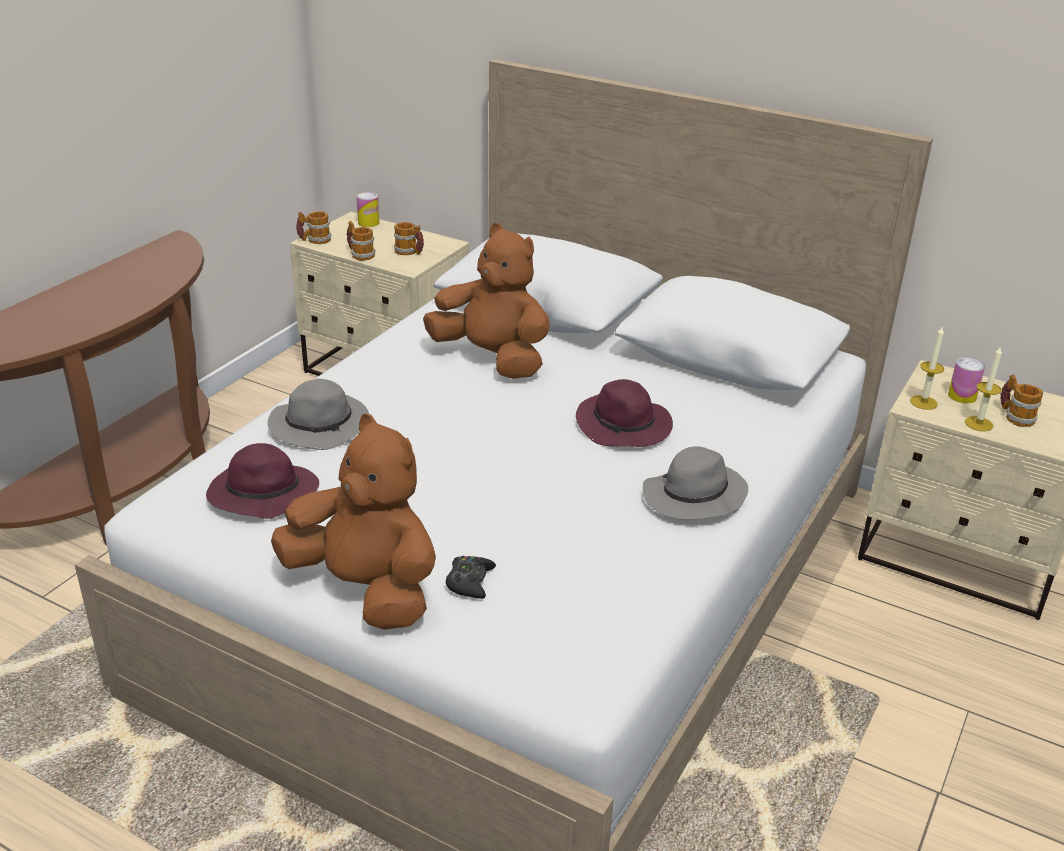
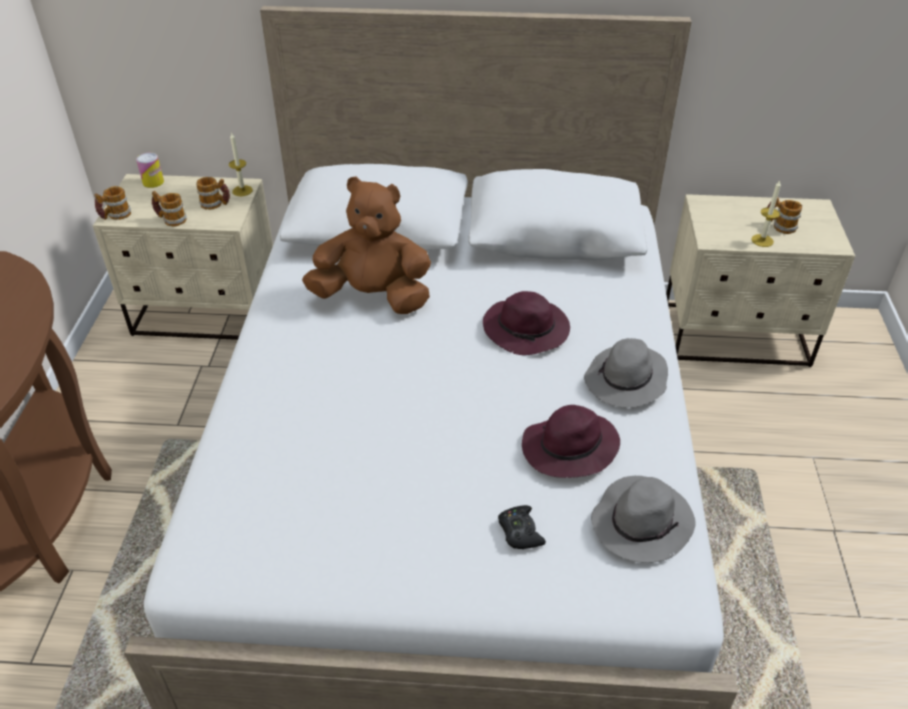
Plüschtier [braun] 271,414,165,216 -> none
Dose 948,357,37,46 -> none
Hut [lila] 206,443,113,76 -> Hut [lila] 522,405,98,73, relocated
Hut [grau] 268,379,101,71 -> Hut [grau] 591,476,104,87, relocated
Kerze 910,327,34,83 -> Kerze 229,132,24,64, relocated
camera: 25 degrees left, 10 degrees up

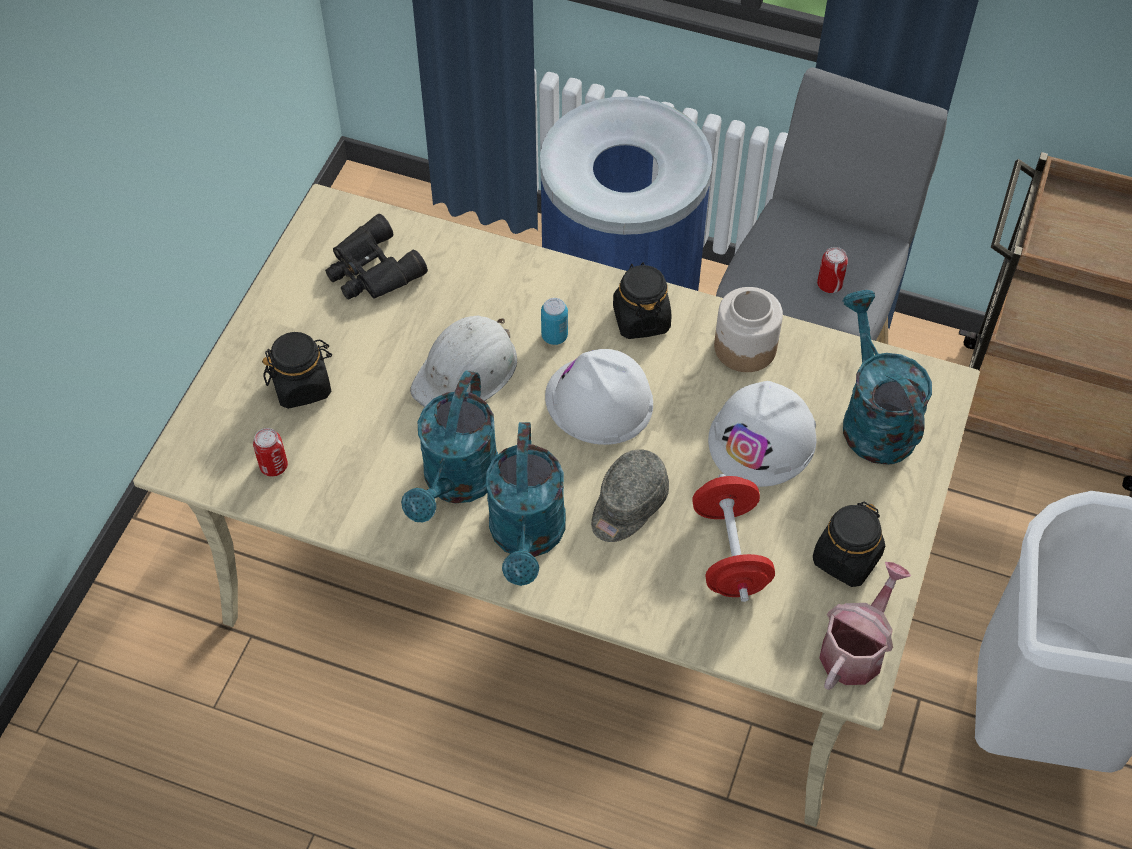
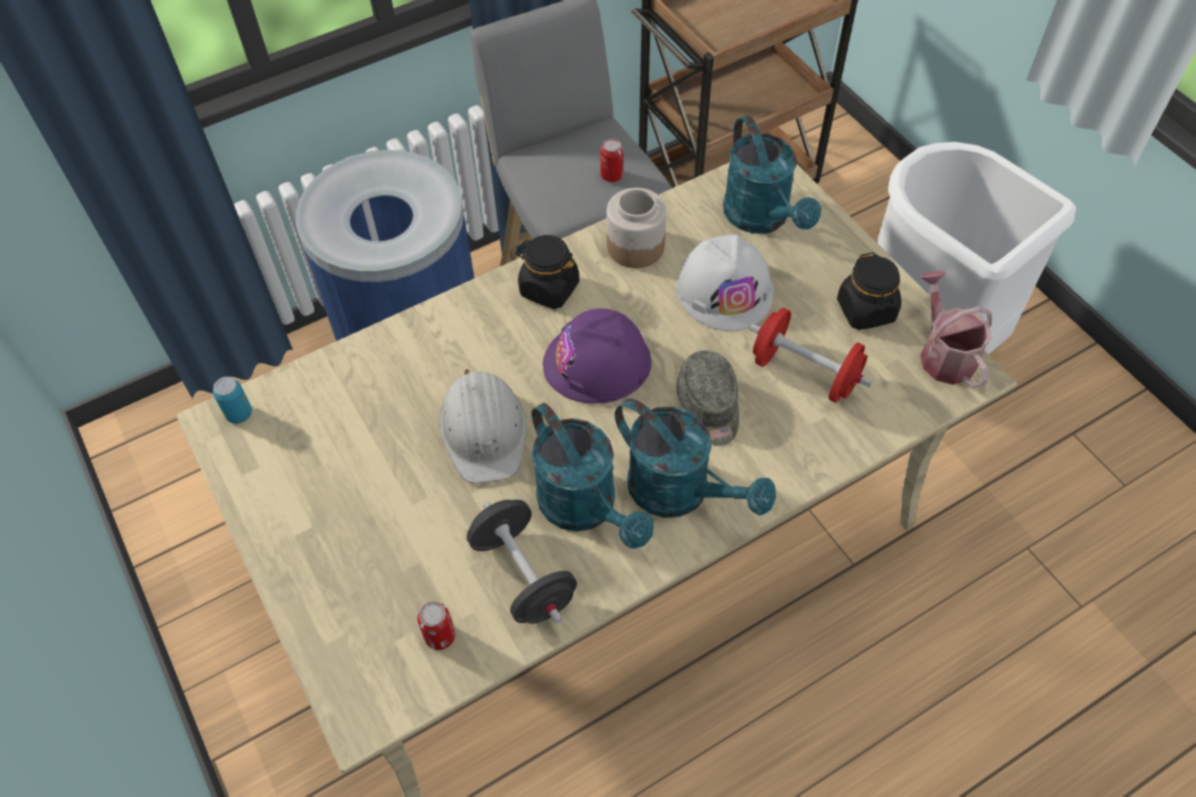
Vorratsglas [schwarz] 262,332,70,77 -> none
Fernglas [schwarz] 325,214,103,85 -> none
none -> Hantel [schwarz] 467,500,110,124
Dose 541,298,27,47 -> Dose 213,377,39,47, relocated
Schutzhelm [weiß] 545,349,108,96 -> Schutzhelm [lila] 543,308,109,96
Gießkanne [türkis] 842,290,90,175 -> Gießkanne [türkis] 723,116,98,118, 135 degrees counterclockwise
camera: 50 degrees left, 0 degrees up

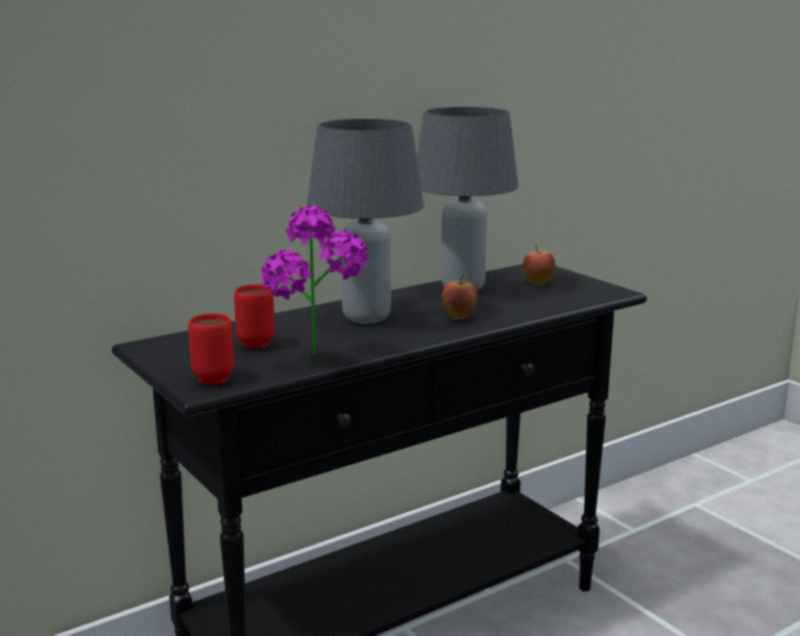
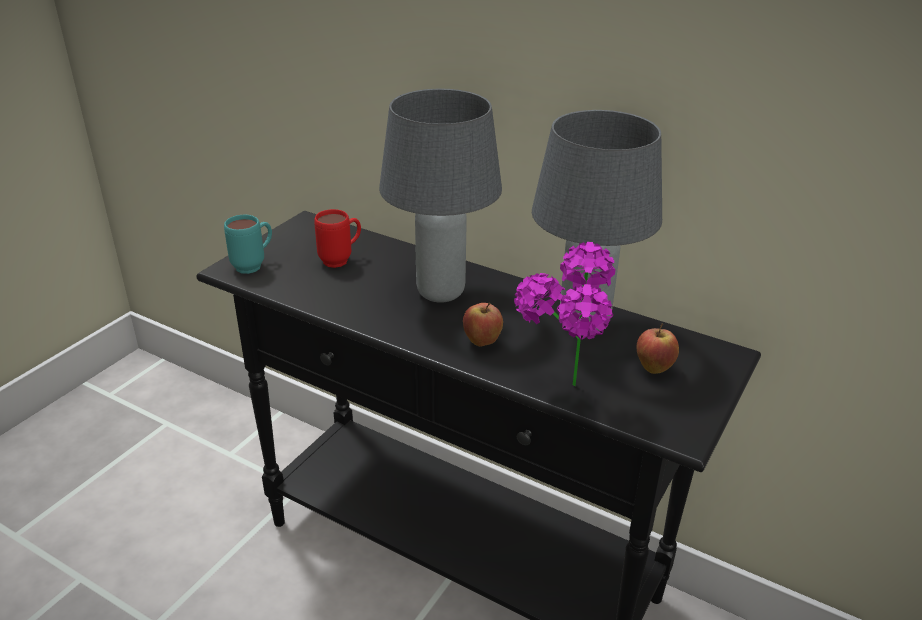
Topfpflanze 261,206,107,149 -> Topfpflanze 514,242,102,144, relocated
Henkelbecher [rot] 188,313,46,72 -> Henkelbecher [türkis] 224,215,48,59
camera: 65 degrees right, 15 degrees up

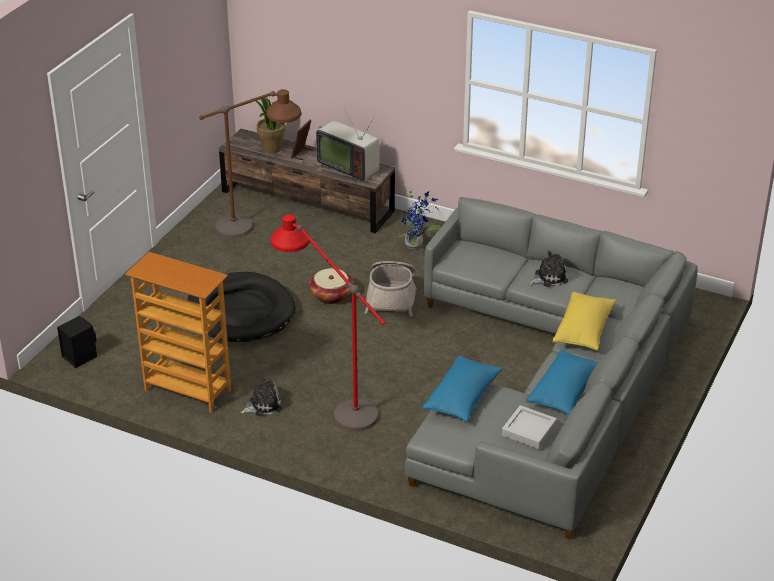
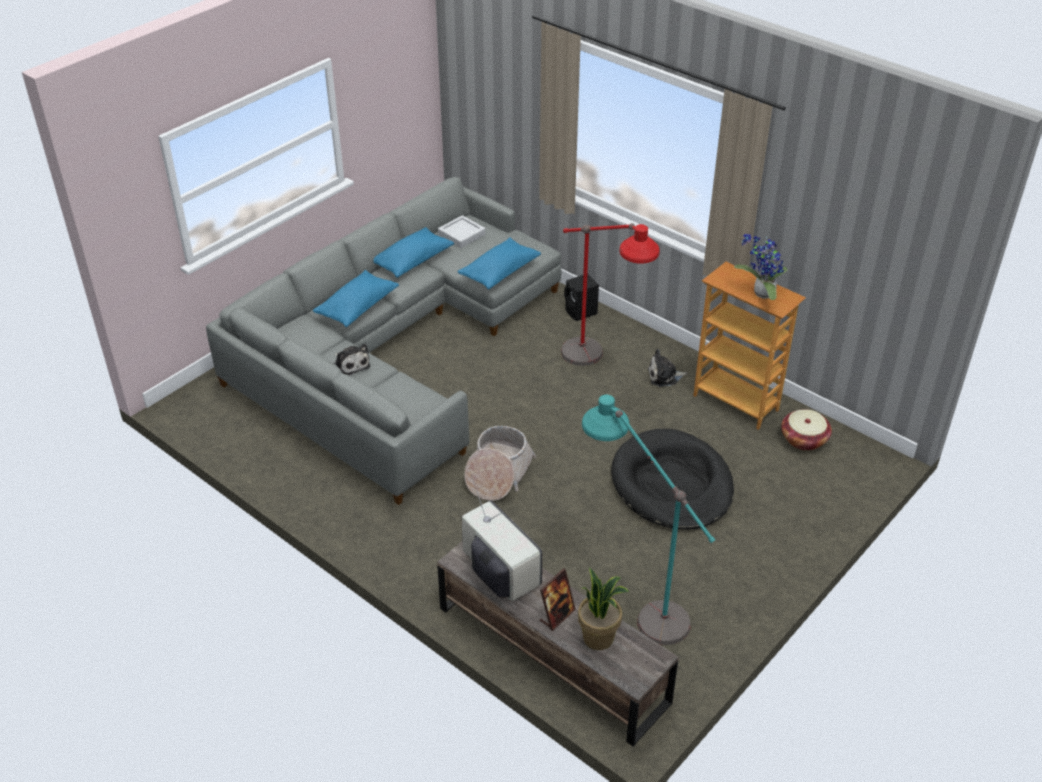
Lautsprecher [schwarz] 57,316,40,52 -> Lautsprecher [schwarz] 564,274,35,47, relocated
Korb 309,268,45,36 -> Korb 781,409,51,42, relocated
Topfpflanze 399,191,42,59 -> Topfpflanze 734,234,54,66, relocated
Stehlampe [braun] 199,89,102,149 -> Stehlampe [türkis] 582,395,133,250
Kissen [gelb] 553,292,63,58 -> Kissen [blau] 313,270,86,57
Plüschtier 529,251,39,36 -> Plüschtier 333,344,37,32, 120 degrees counterclockwise
camera: 165 degrees left, 5 degrees up

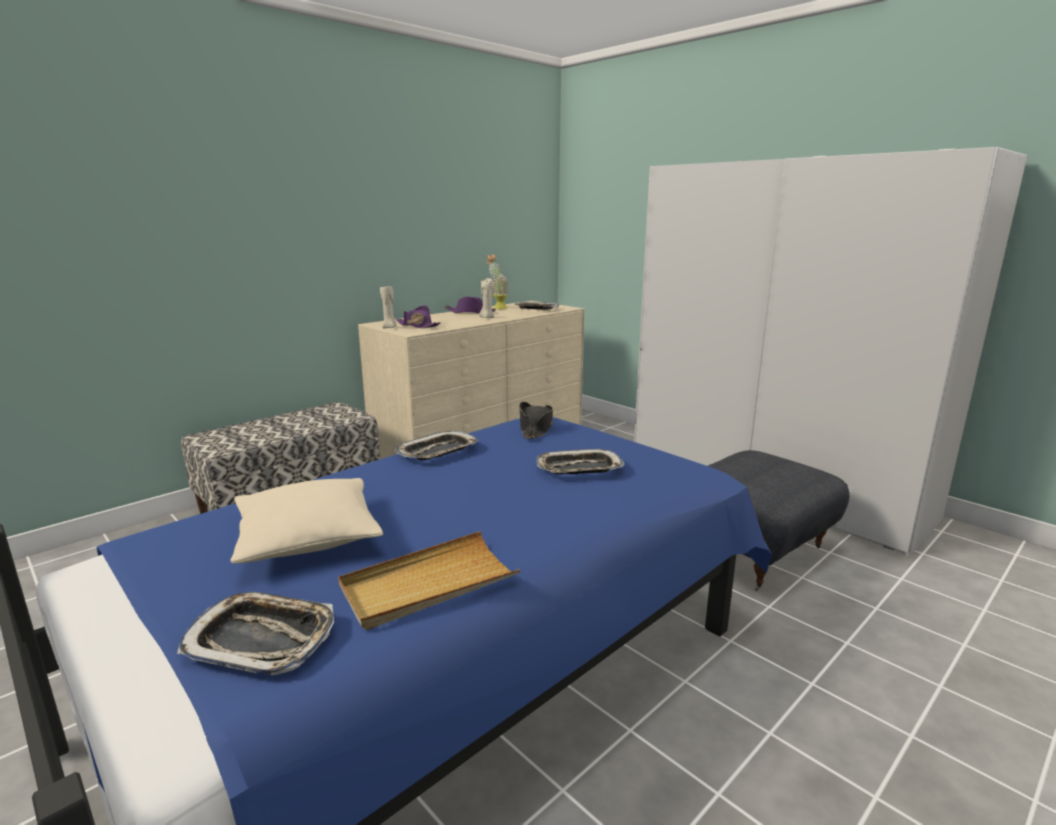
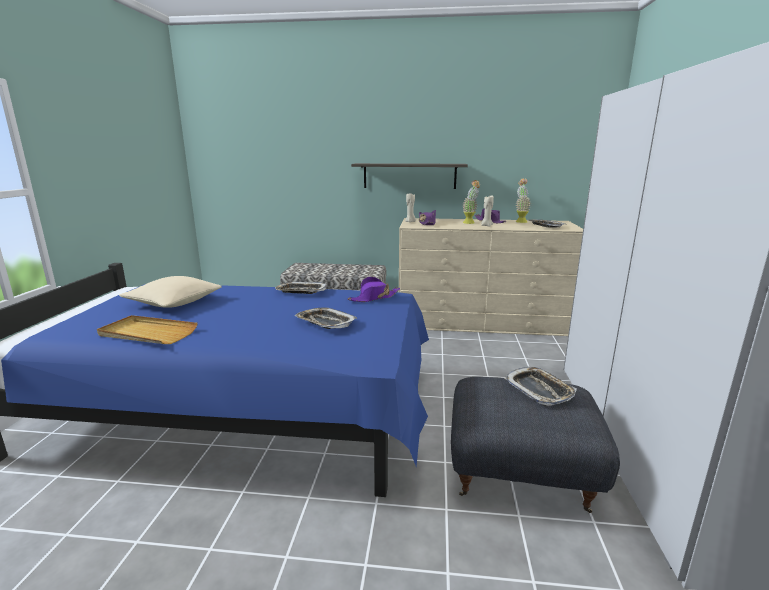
none -> Wandregal 351,163,117,26
none -> Topfpflanze 463,180,17,44
Tablett 177,592,157,83 -> Tablett 505,367,72,39, relocated
Hut [schwarz] 519,402,34,37 -> Hut [lila] 347,277,53,25
camera: 50 degrees right, 0 degrees up

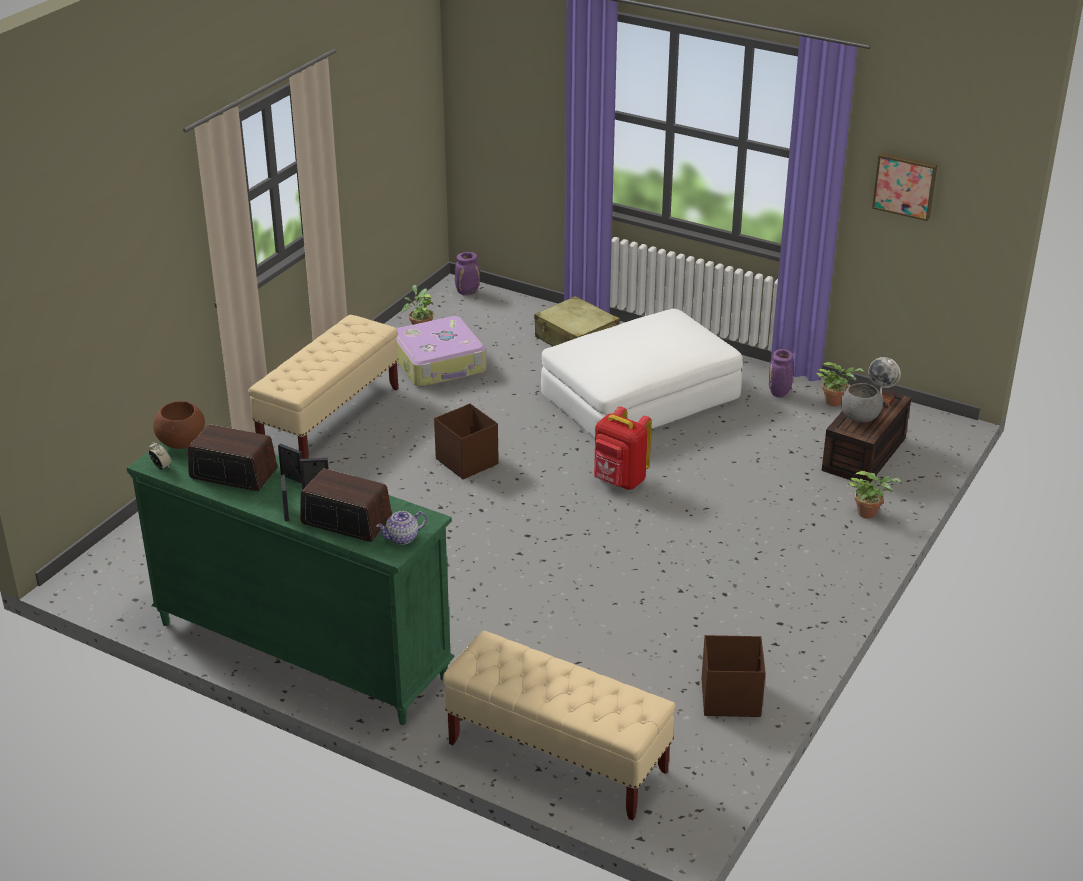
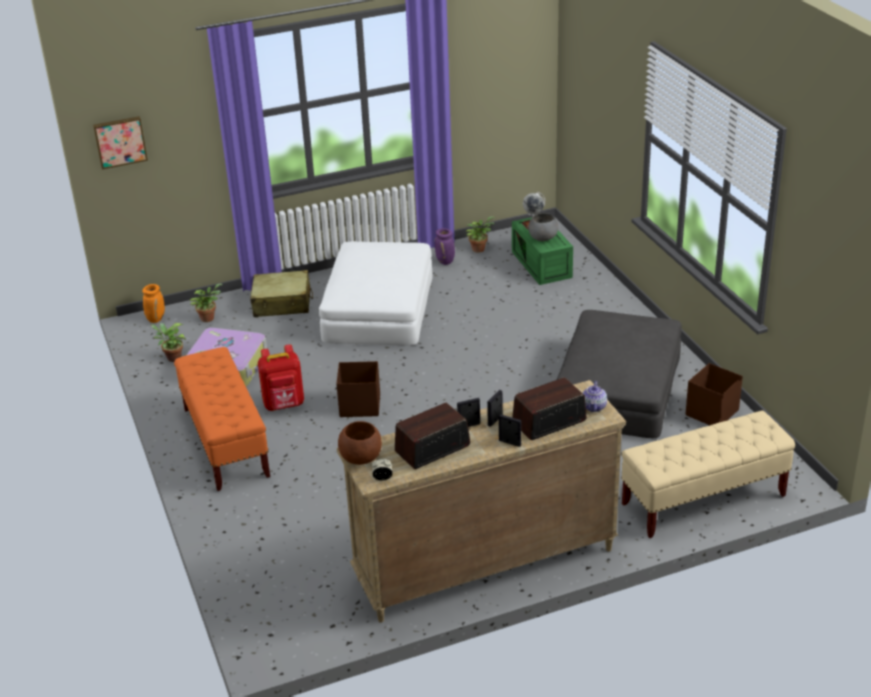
none -> Polsterhocker [grau] 557,310,125,128
Rucksack [rot] 594,406,58,84 -> Rucksack [rot] 258,344,46,67, relocated
Topfpflanze 848,471,54,48 -> Topfpflanze 190,283,33,39, relocated
Bild 872,153,65,68 -> Bild 93,116,55,54, relocated
Kommode [grün] 127,442,328,283 -> Kommode [beige] 337,380,289,243
Bank [beige] 248,315,150,144 -> Bank [orange] 174,347,96,144
Vase [lila] 455,252,25,43 -> Vase [orange] 142,284,23,39
Aufbewahrungsbox [braun] 822,387,89,96 -> Aufbewahrungsbox [grün] 512,217,61,68
camera: 50 degrees left, 0 degrees up

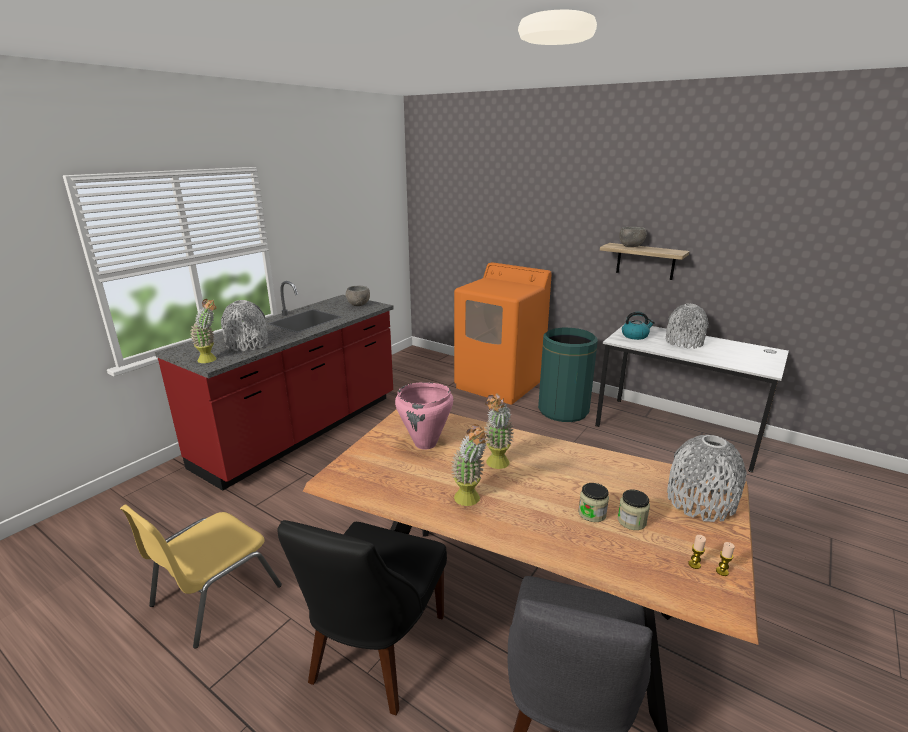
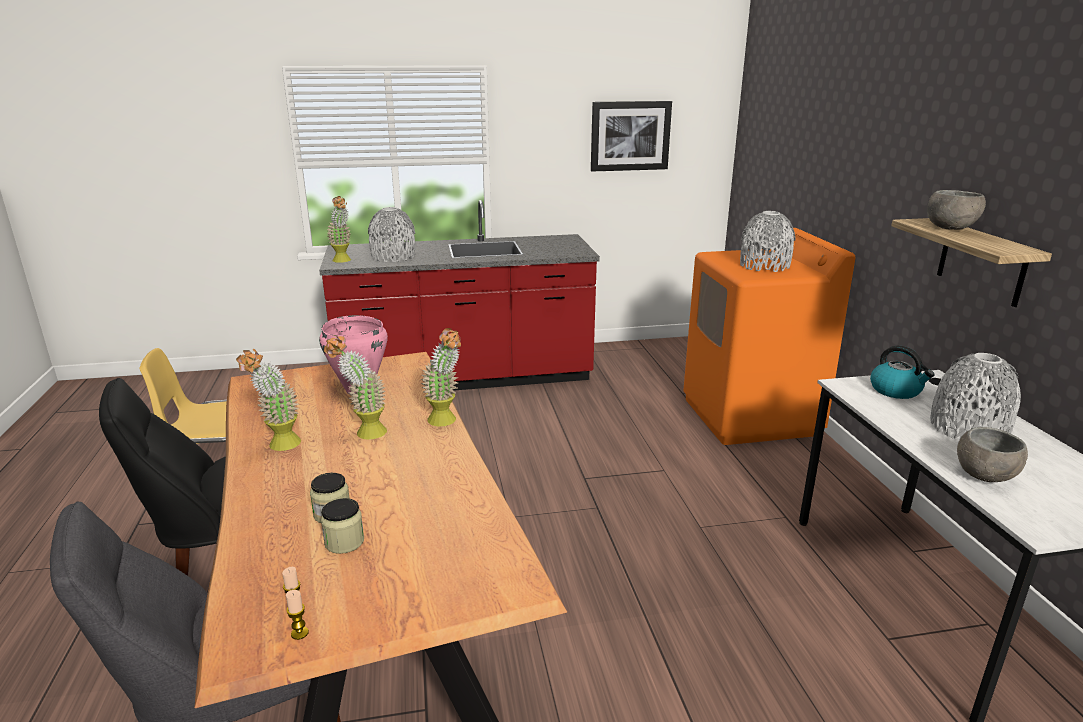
Mülleimer [grün] 538,328,60,94 -> none
none -> Topfpflanze 421,328,40,98
none -> Bild 591,101,81,71
Schüssel [grau] 346,286,24,20 -> Schüssel [grau] 957,427,71,55, relocated
Vase [grau] 667,435,80,87 -> Vase [grau] 740,211,55,61, relocated
camera: 45 degrees right, 0 degrees up

